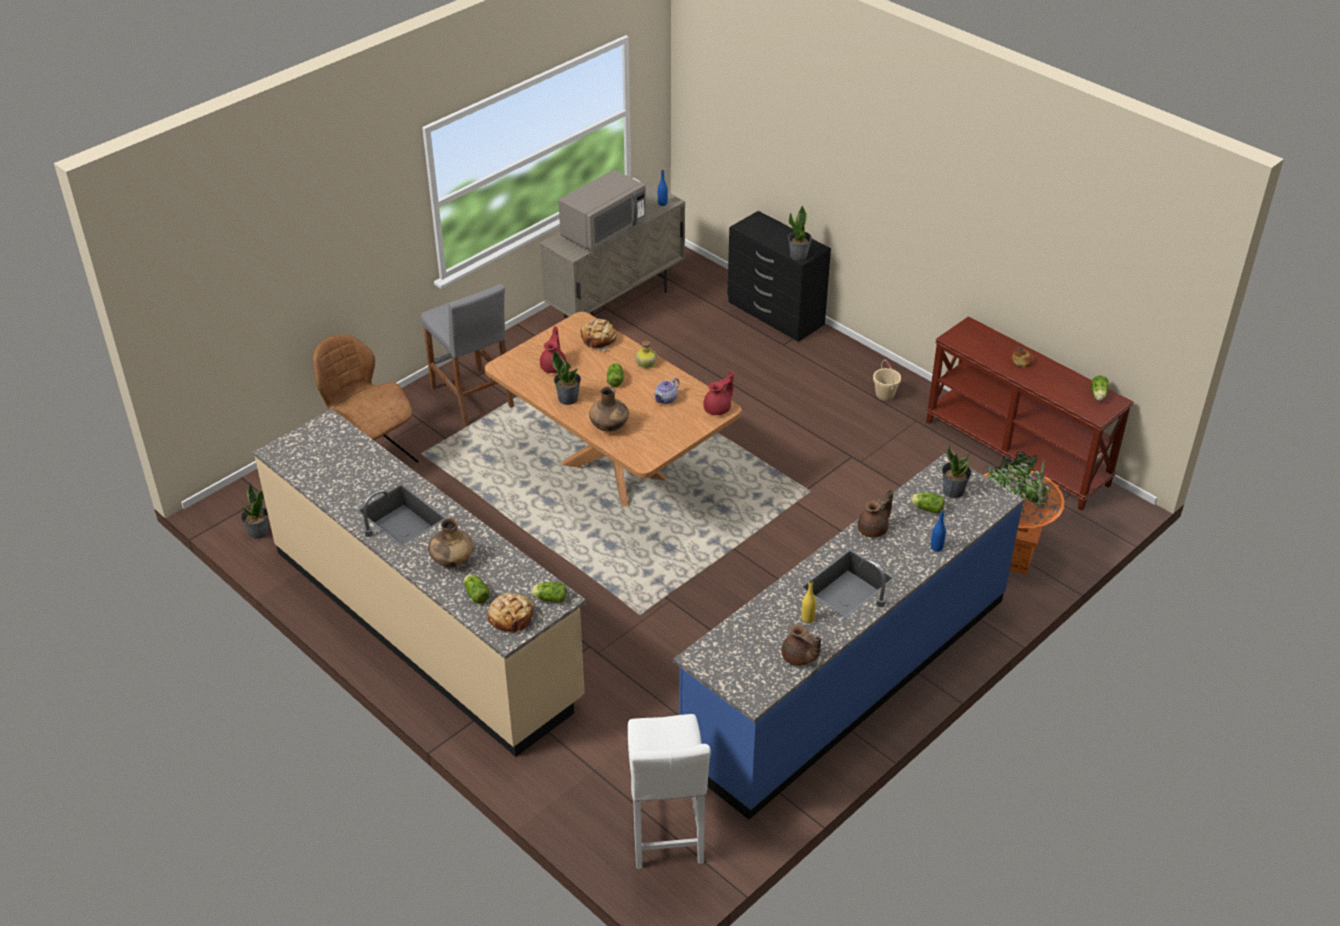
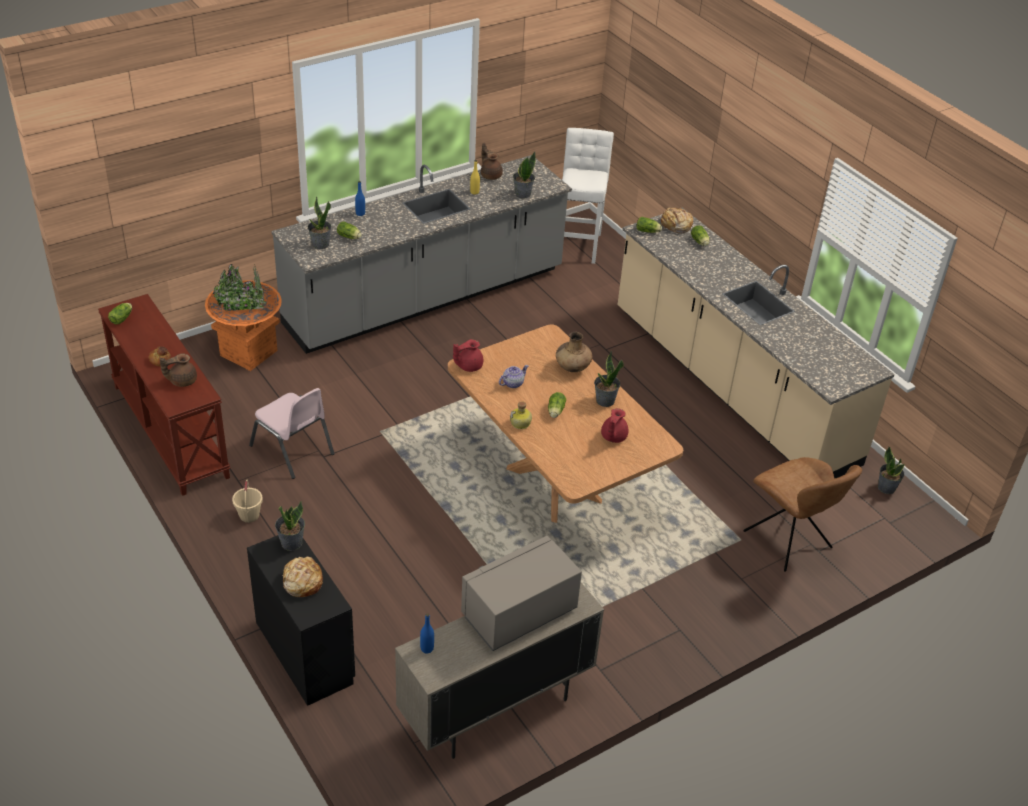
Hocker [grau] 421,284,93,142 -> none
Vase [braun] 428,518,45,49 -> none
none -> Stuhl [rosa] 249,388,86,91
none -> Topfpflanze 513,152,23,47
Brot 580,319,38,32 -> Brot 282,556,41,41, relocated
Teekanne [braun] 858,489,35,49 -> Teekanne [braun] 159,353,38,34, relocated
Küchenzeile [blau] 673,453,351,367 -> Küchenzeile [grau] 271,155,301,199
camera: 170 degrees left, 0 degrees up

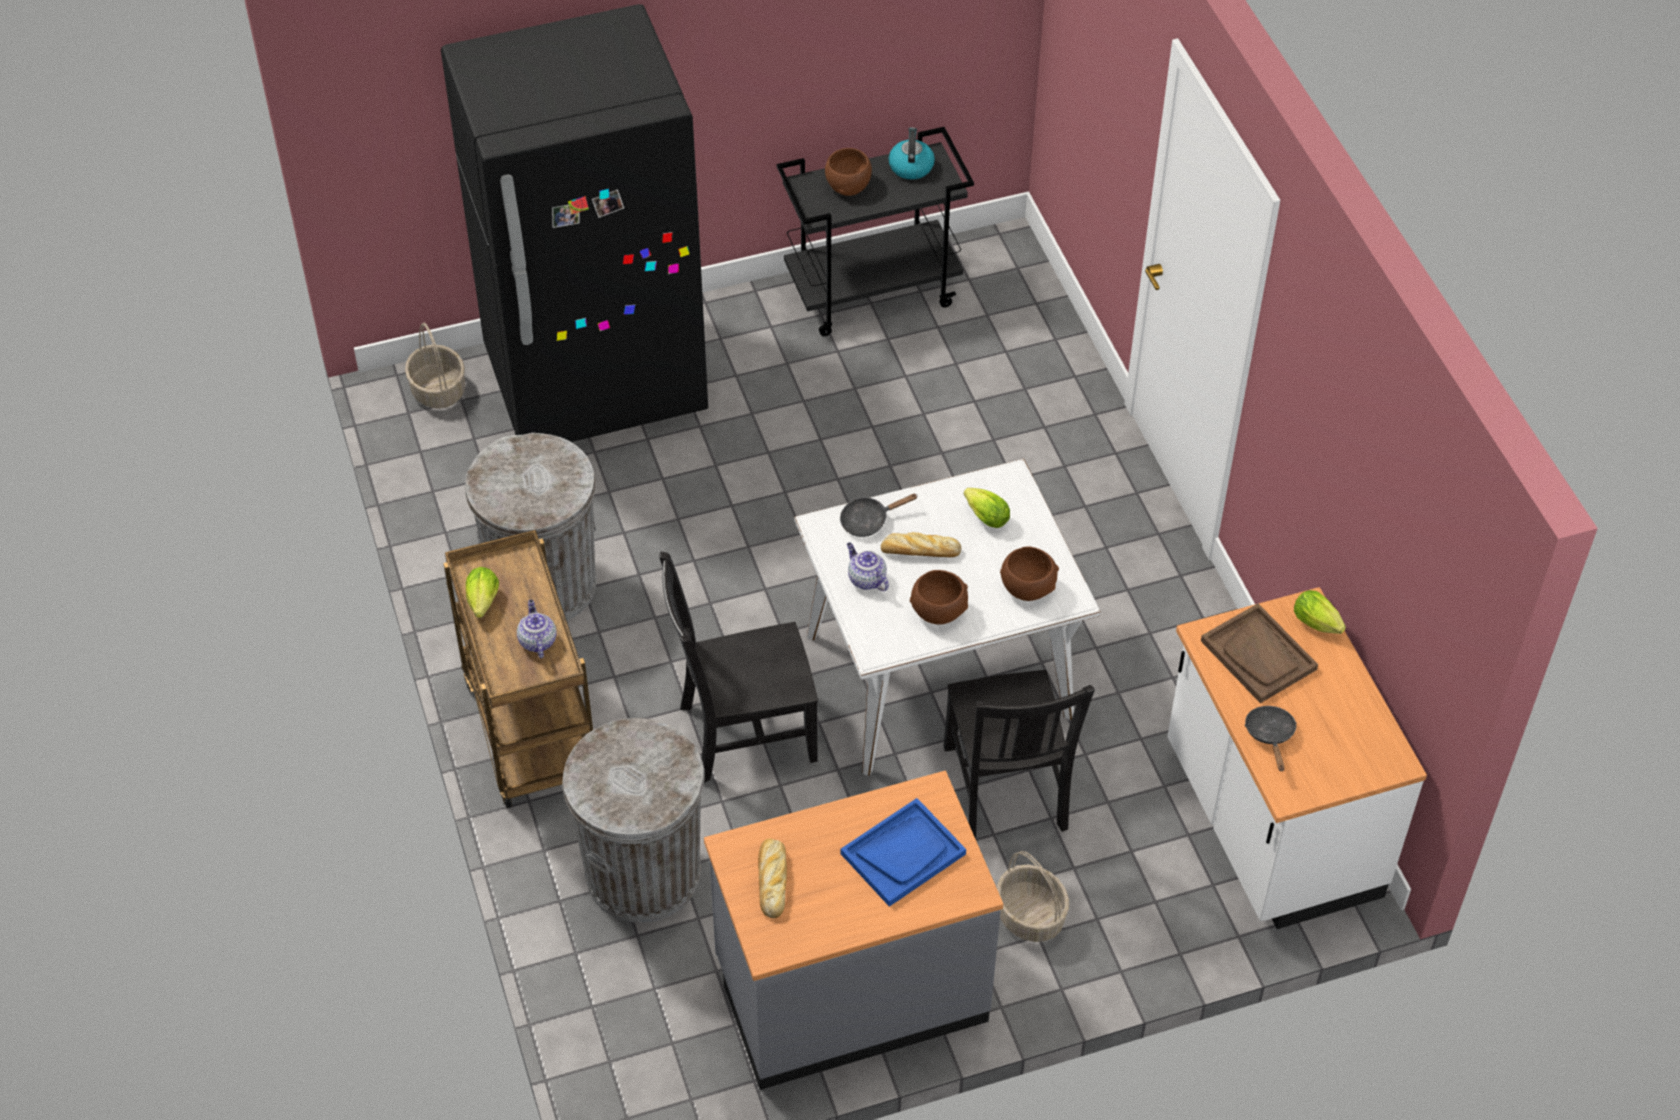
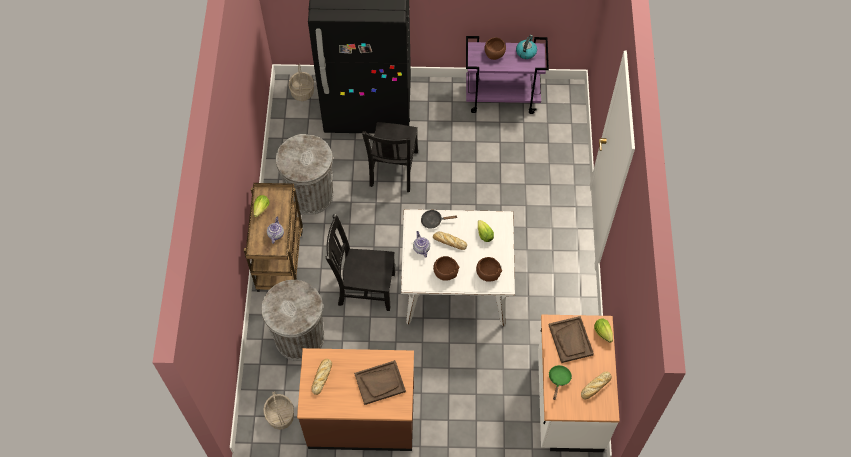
none -> Brot 581,371,31,29
Stuhl [schwarz] 944,670,151,169 -> Stuhl [schwarz] 362,122,56,70, relocated
Korb 997,851,72,91 -> Korb 263,392,31,38, relocated
Küchenzeile [grau] 704,771,299,319 -> Küchenzeile [braun] 297,348,117,103
Rollwagen [schwarz] 777,127,197,209 -> Rollwagen [lila] 466,36,83,78
Tablett [blau] 841,798,125,109 -> Tablett [braun] 354,360,52,45
Pfanne [schwarz] 1245,706,52,65 -> Pfanne [grün] 549,365,23,35
camera: 20 degrees right, 10 degrees up

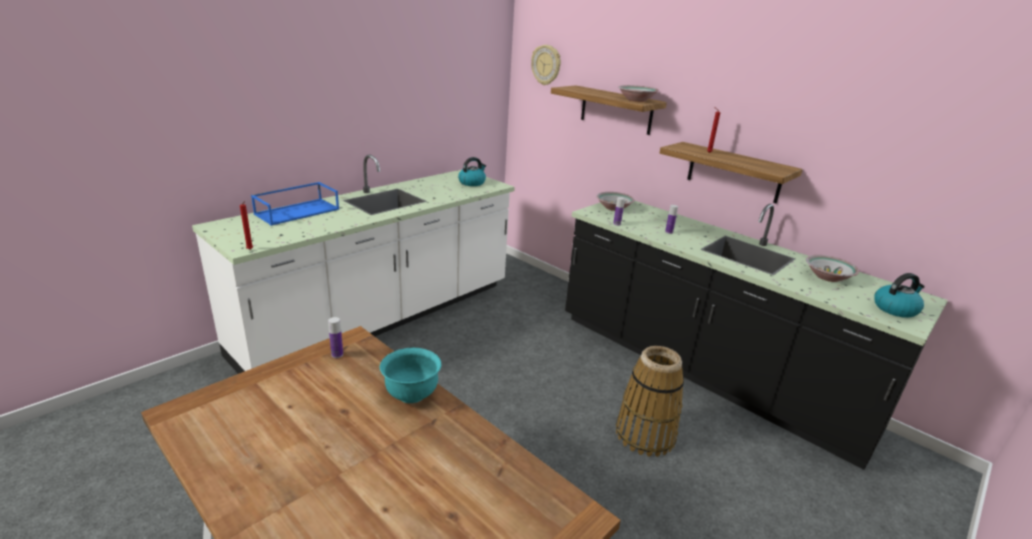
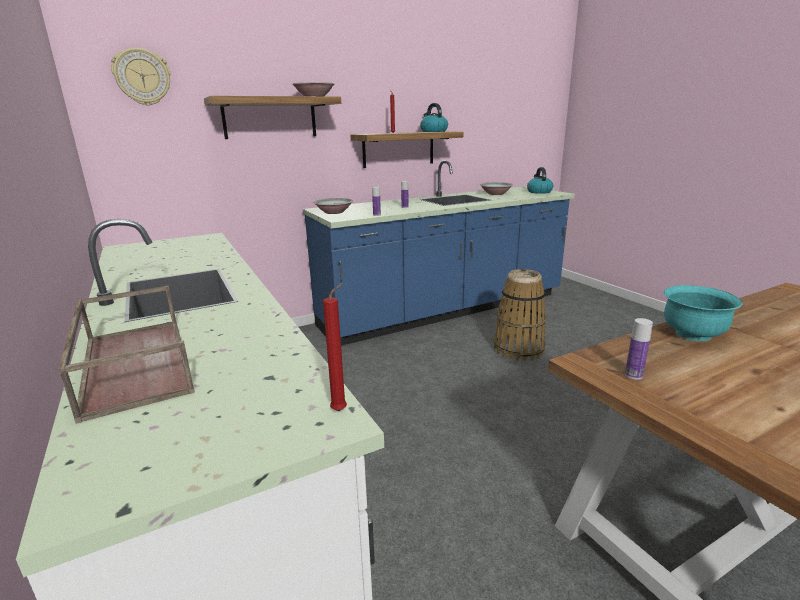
Wasserkessel 458,157,28,29 -> Wasserkessel 420,103,28,29, relocated
Tablett [blau] 251,182,88,44 -> Tablett [braun] 58,285,137,139
Küchenzeile [schwarz] 565,201,383,269 -> Küchenzeile [blau] 303,160,272,186
camera: 70 degrees left, 5 degrees down

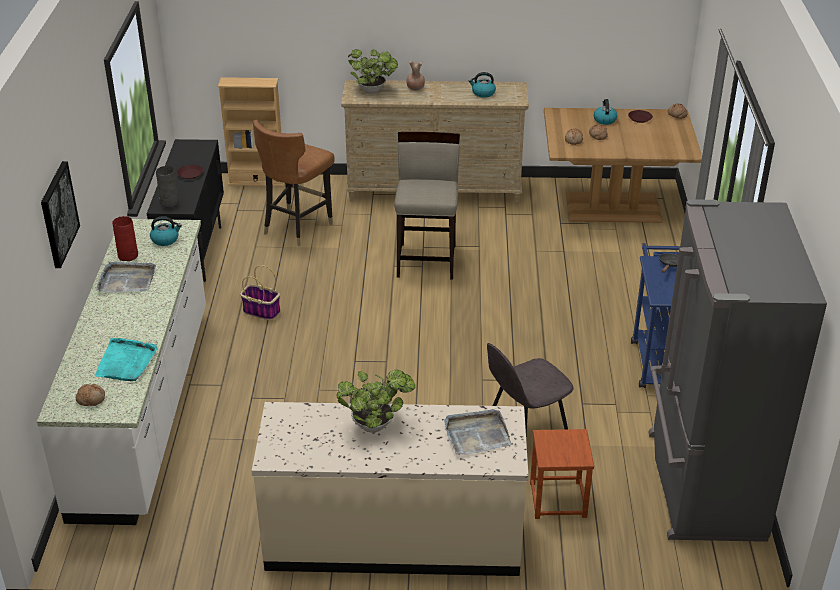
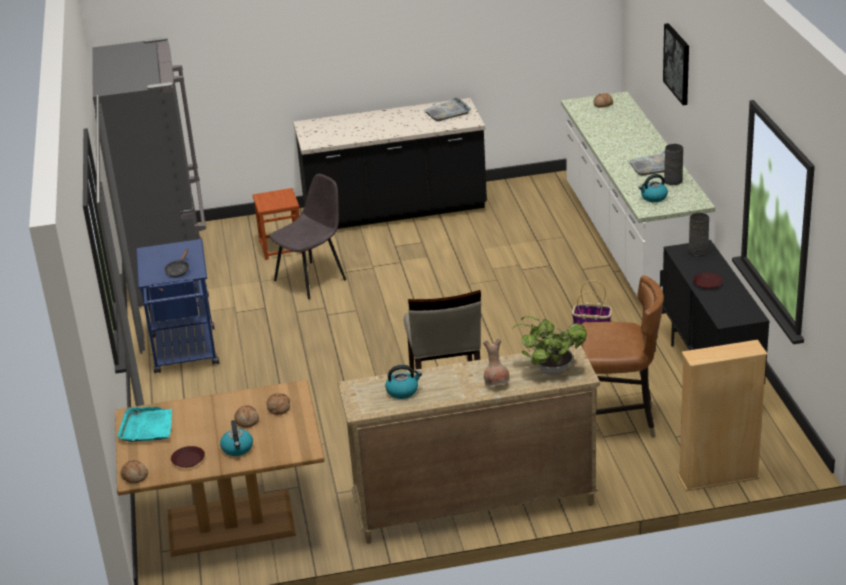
Topfpflanze 337,369,78,64 -> none
Tablett [türkis] 95,338,63,43 -> Tablett [türkis] 117,407,55,35, relocated
Tablett [grau] 444,409,67,46 -> Tablett [grau] 423,97,48,24, relocated
Vase [rot] 112,216,26,45 -> Vase [grau] 664,144,19,41
Küchenzeile [beige] 251,402,278,174 -> Küchenzeile [schwarz] 293,98,194,131
Stuhl [braun] 253,120,82,126 -> Stuhl [braun] 581,275,83,163, 75 degrees clockwise
camera: 170 degrees right, 5 degrees down

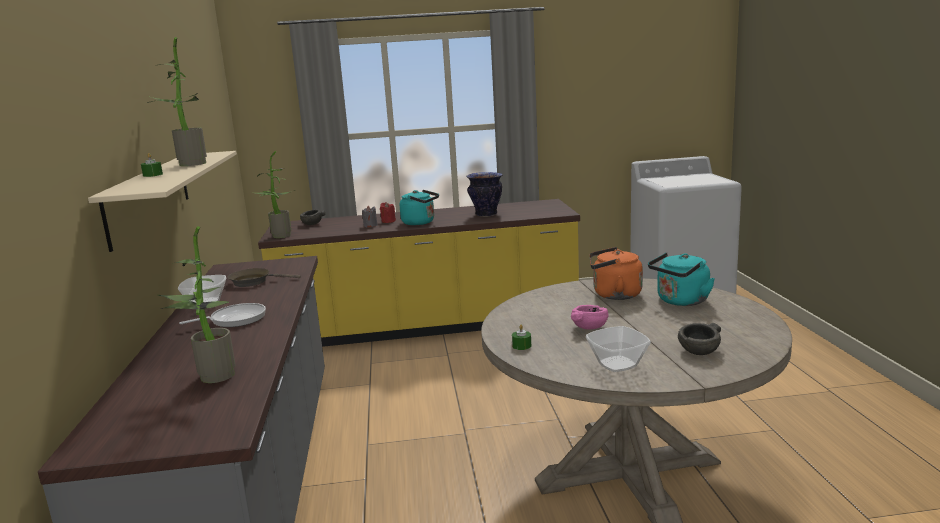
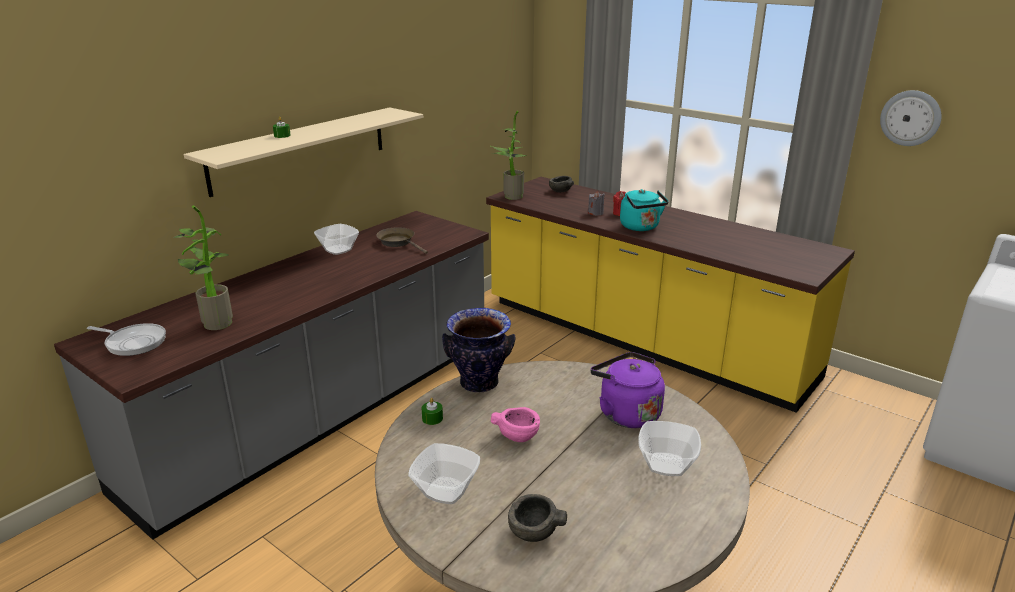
Topfpflanze 147,37,60,129 -> none
none -> Wanduhr 880,90,61,56
Pfanne 179,303,87,24 -> Pfanne 87,323,79,33, relocated
Vase 466,172,37,45 -> Vase 442,308,74,85, relocated
Wasserkessel [türkis] 648,253,67,53 -> Schüssel 638,421,63,55
Wasserkessel [orange] 590,247,53,53 -> Wasserkessel [lila] 591,352,74,76
camera: 45 degrees right, 10 degrees up

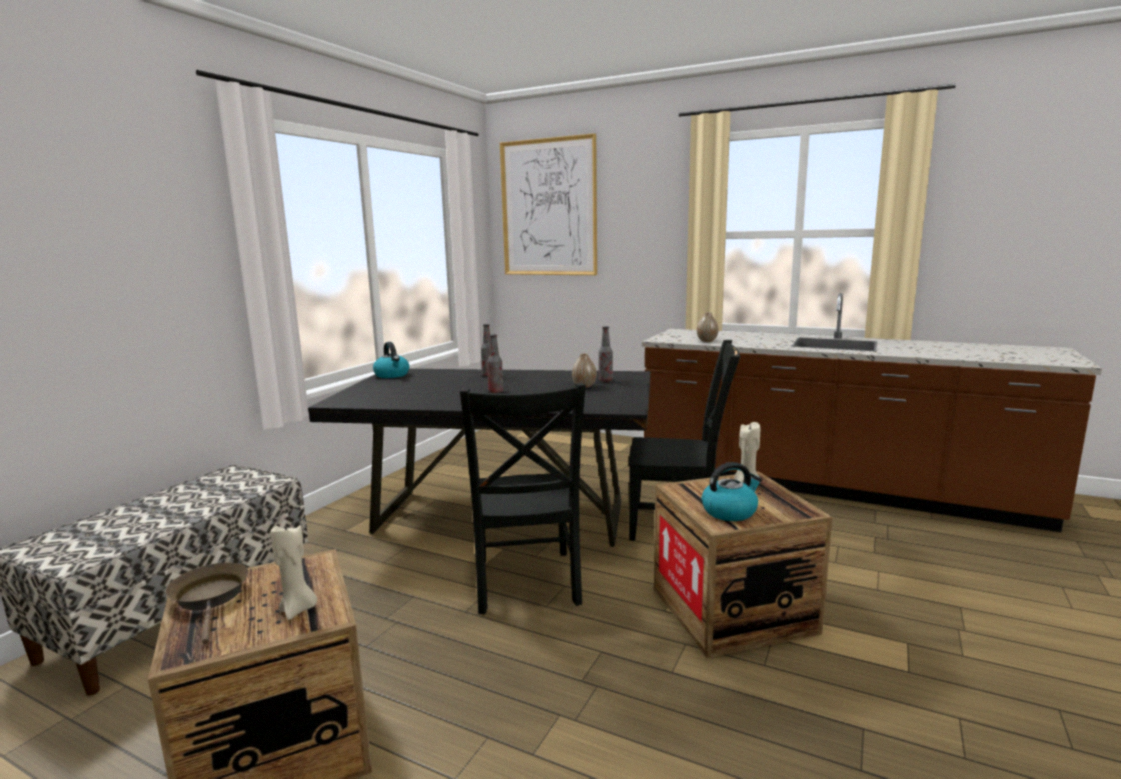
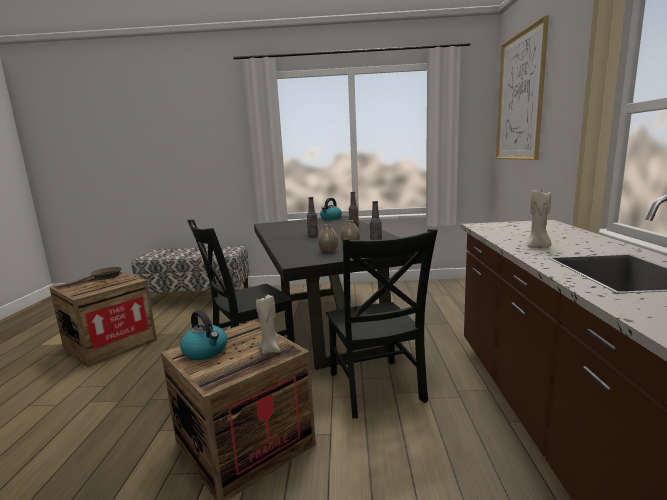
Kerze [beige] 271,524,46,96 -> Kerze [beige] 527,190,24,58, relocated
Vase 697,312,22,30 -> Vase 318,224,20,29, relocated
camera: 65 degrees right, 0 degrees up

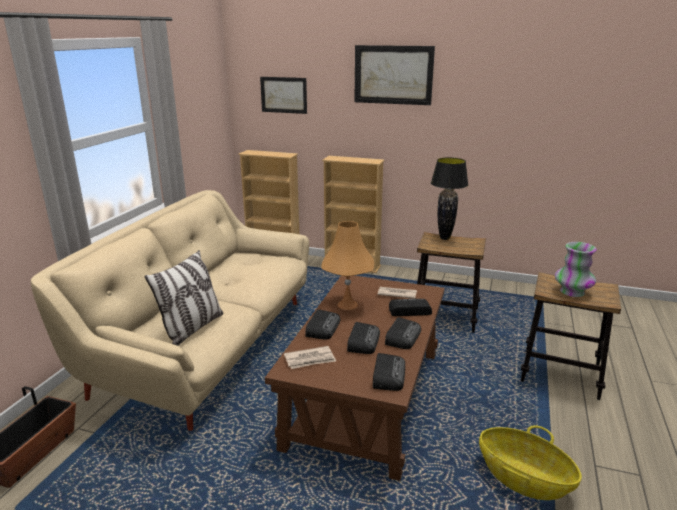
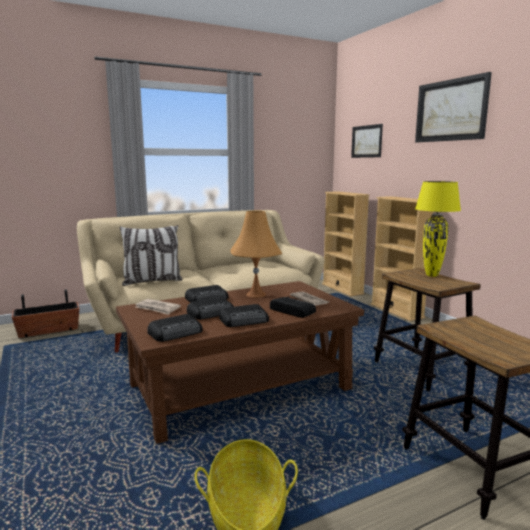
Vase 555,242,42,55 -> none
Tischlampe [schwarz] 431,157,37,83 -> Tischlampe [gelb] 415,181,46,96
camera: 45 degrees right, 10 degrees down

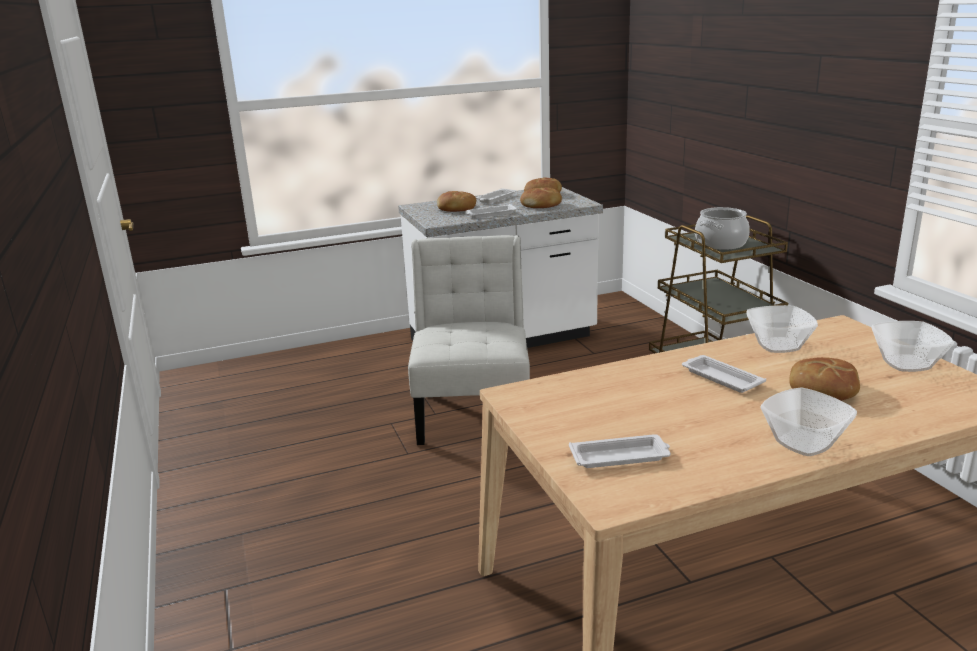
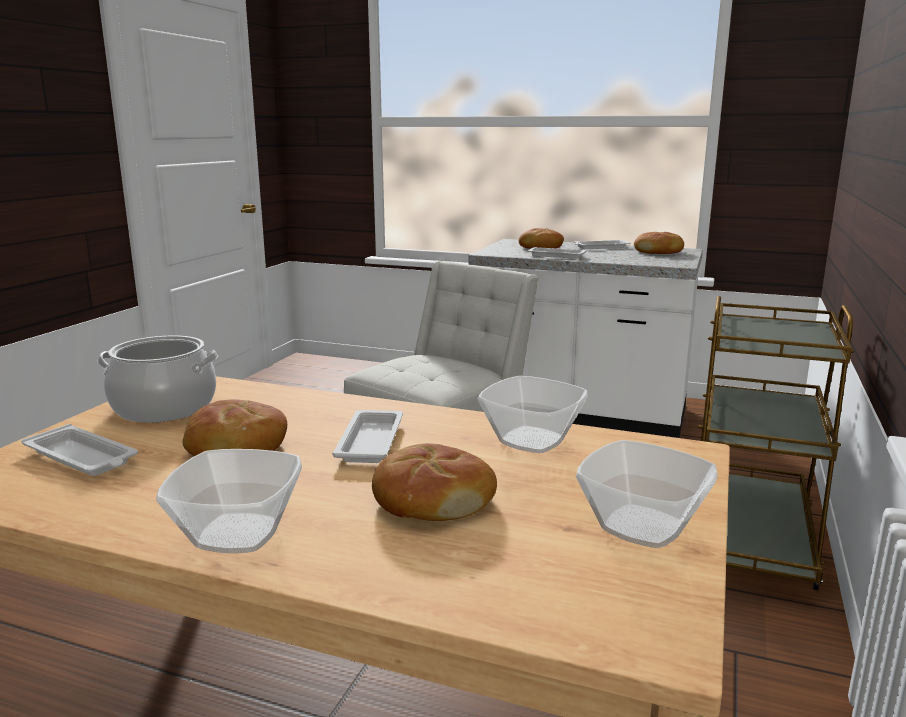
Brot 520,187,42,21 -> Brot 183,399,104,57, relocated
Kochtopf 695,207,55,43 -> Kochtopf 97,335,122,88, relocated
camera: 40 degrees right, 5 degrees down

